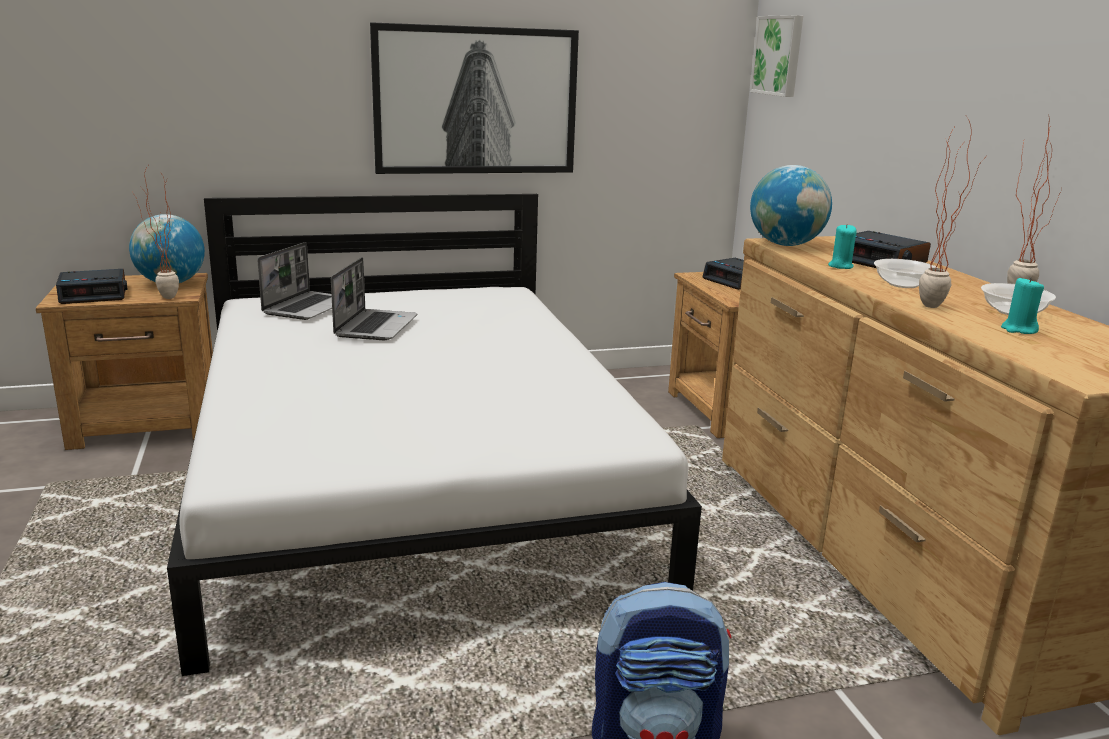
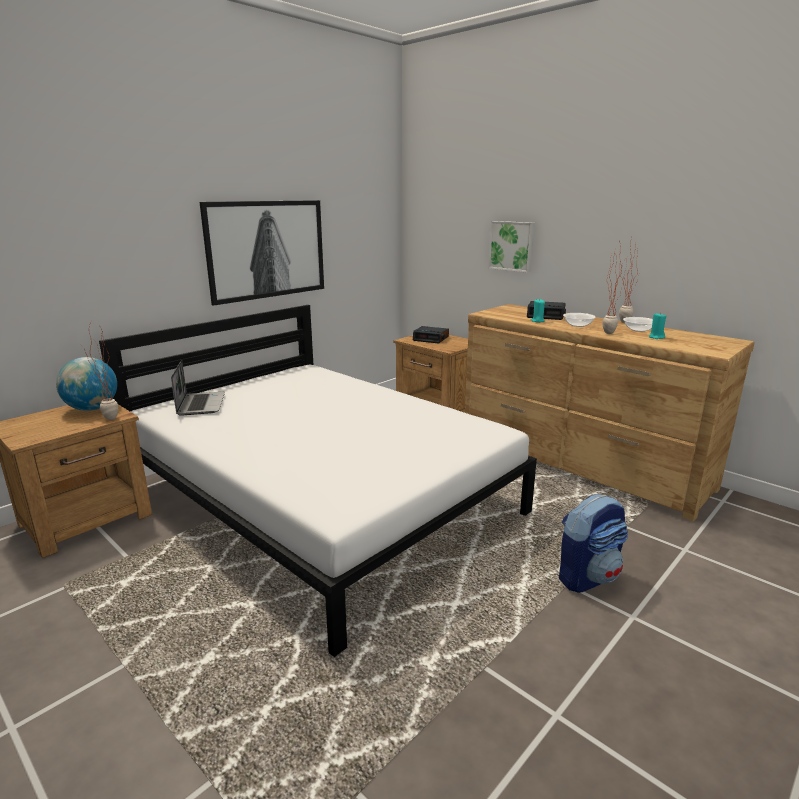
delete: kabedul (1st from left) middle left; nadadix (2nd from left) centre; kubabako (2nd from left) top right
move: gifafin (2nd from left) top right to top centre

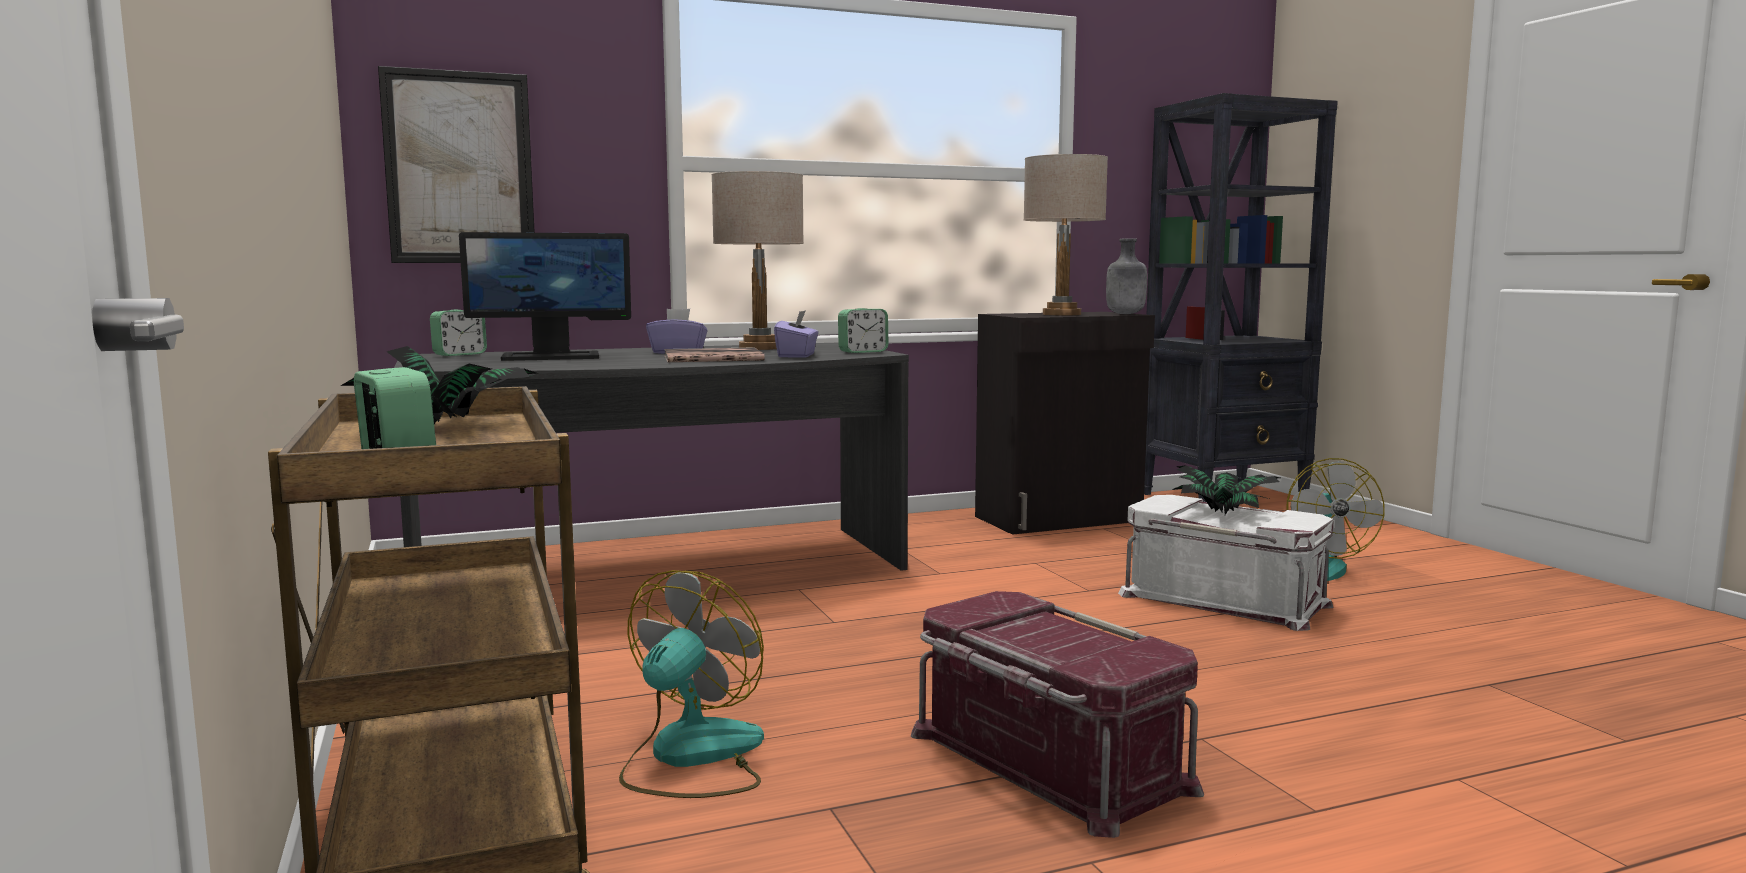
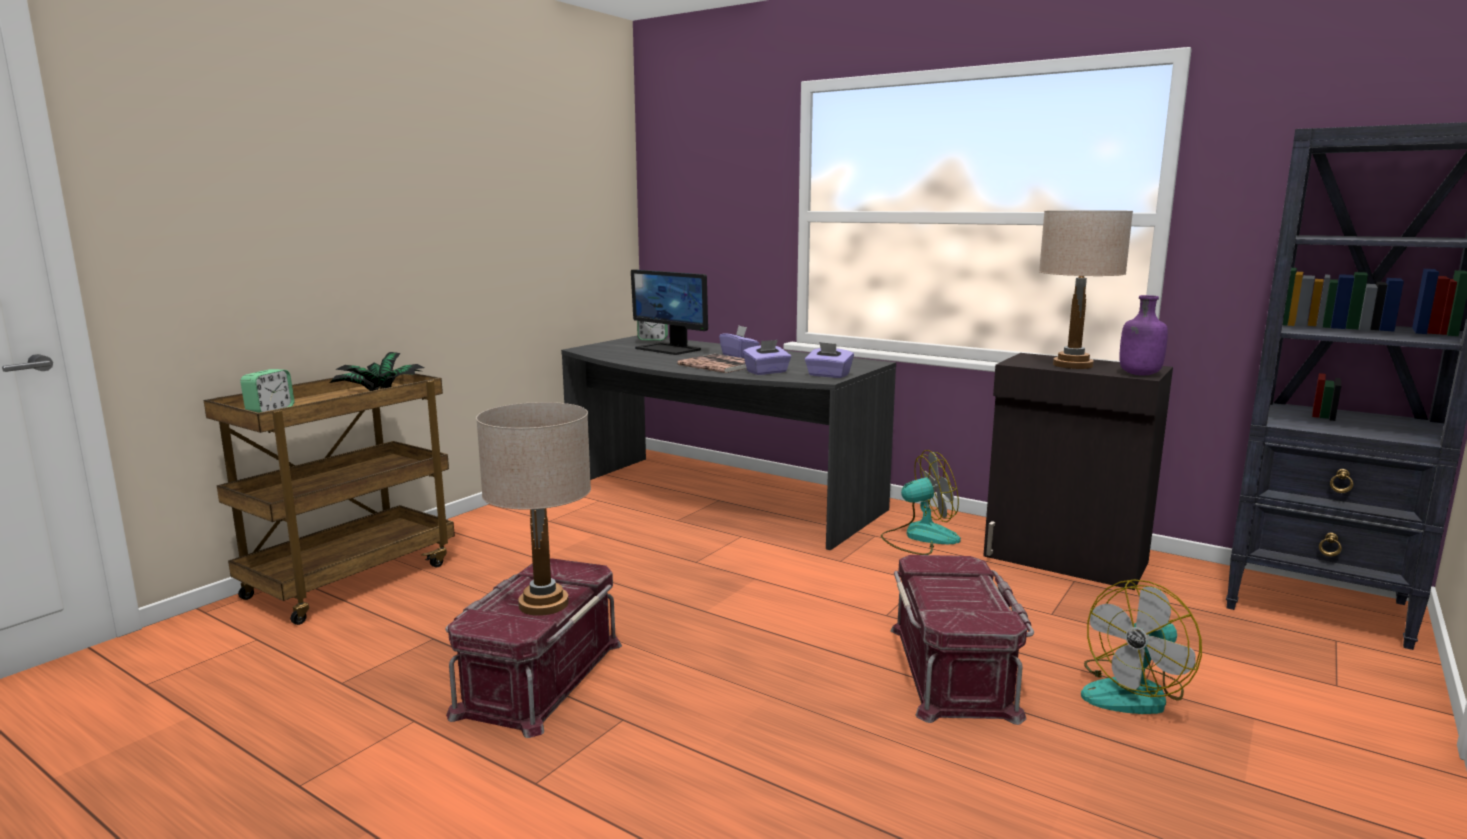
delete: gifafin top left; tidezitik (2nd from left) middle right
move: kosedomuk (1st from left) bottom centre to centre; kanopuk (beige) (1st from left) top centre to centre
replace: kabedul (3rd from left) centre to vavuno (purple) (3rd from left) centre
recolor: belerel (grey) top centre to belerel (purple) middle right; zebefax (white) middle right to zebefax (red) (2nd from left) bottom centre

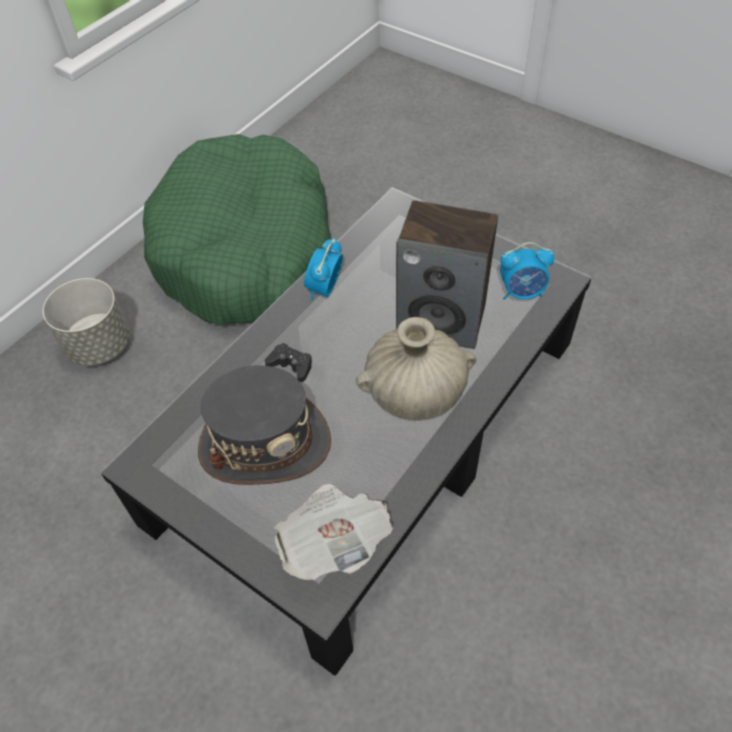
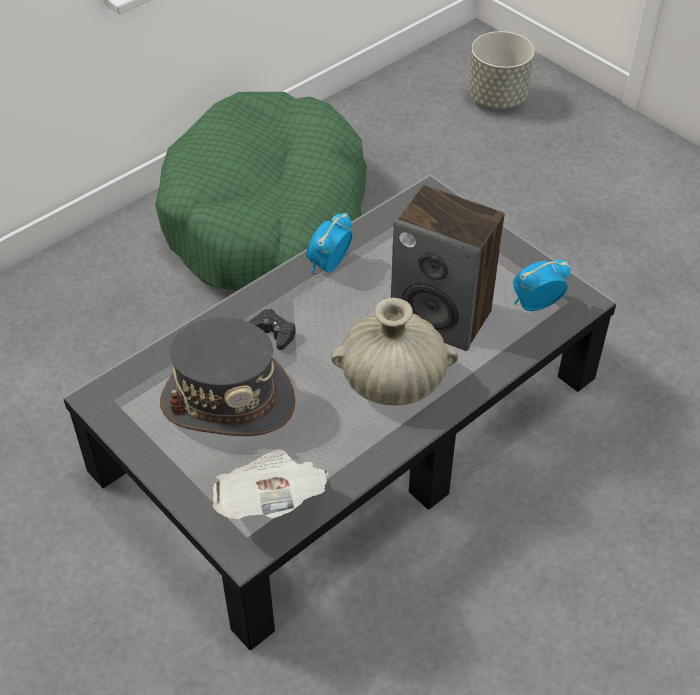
move: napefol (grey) middle left to top right
rotate: kabedul (2nd from left) middle right = middle right 150 degrees clockwise

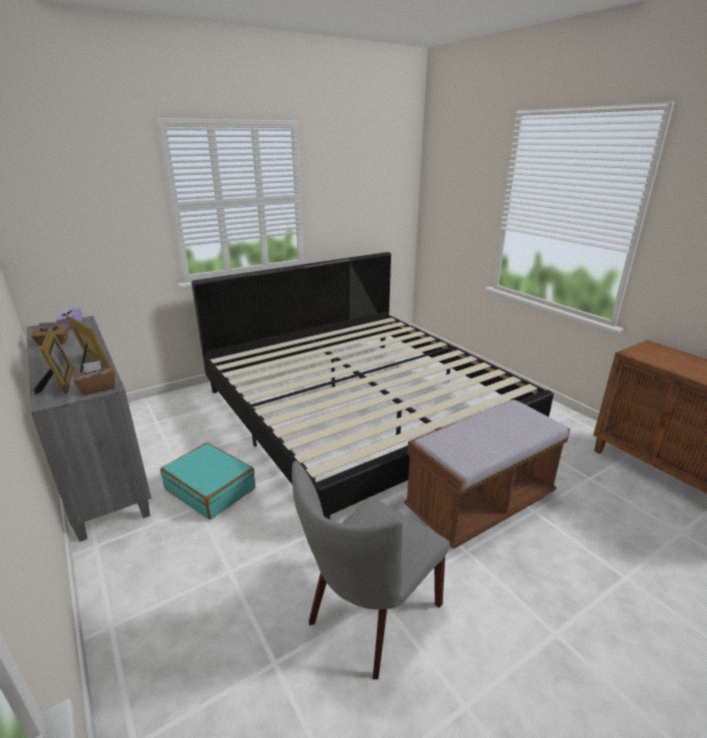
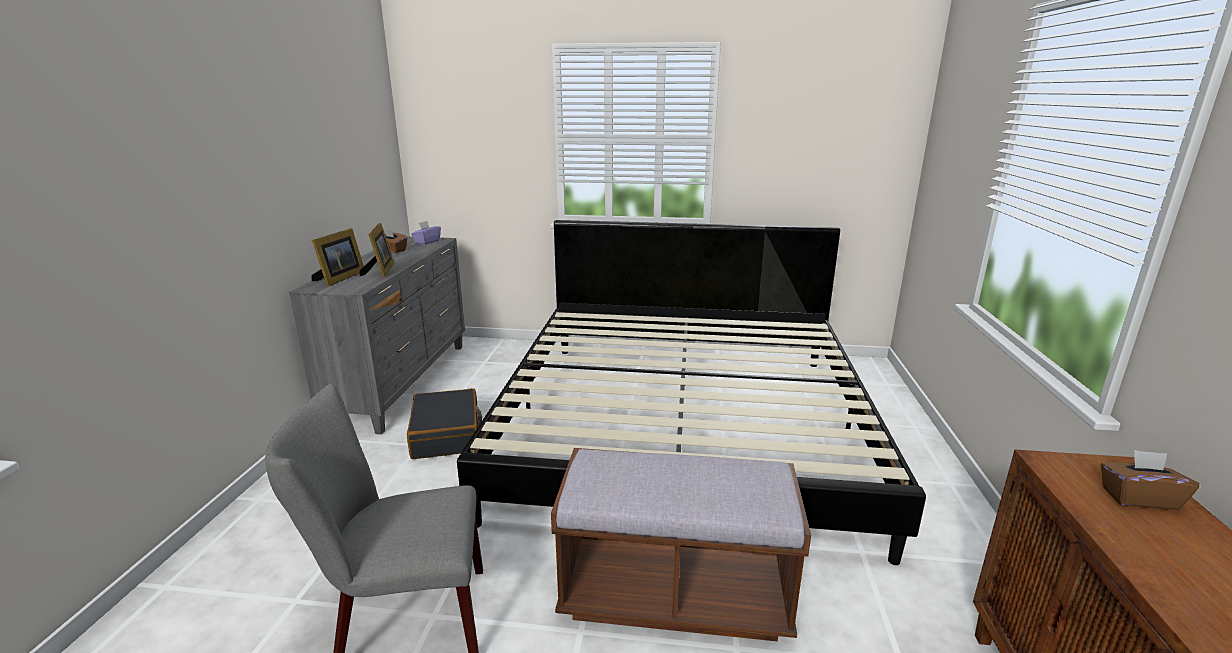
move: vavuno (brown) (2nd from left) middle left to bottom right
recolor: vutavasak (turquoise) middle left to vutavasak (black) centre

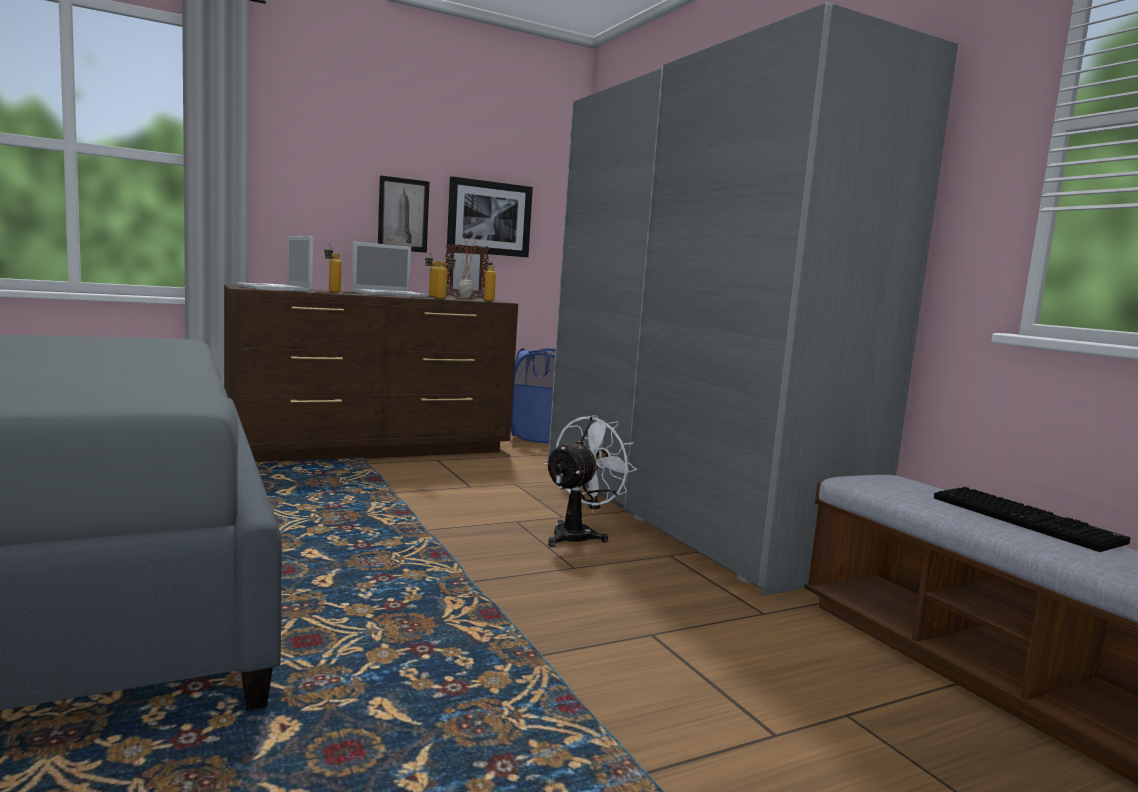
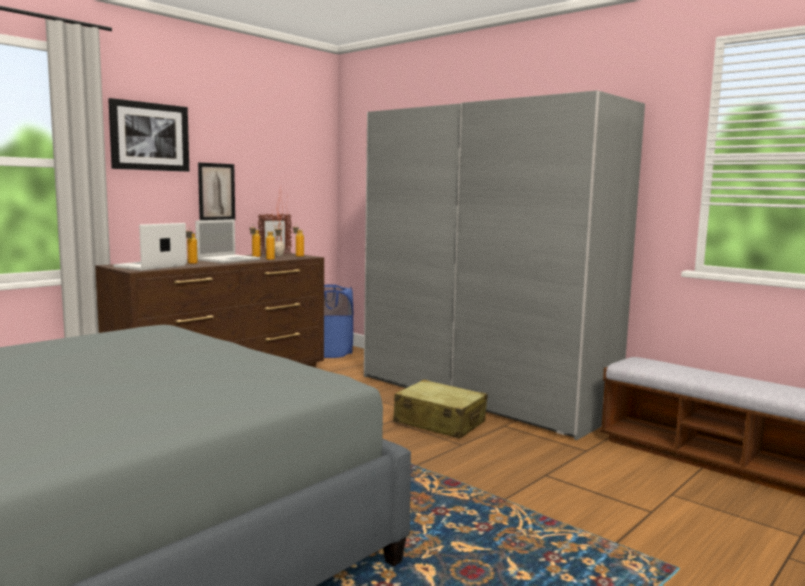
delete: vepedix middle right
move: gifafin (2nd from left in the first image) top centre to gifafin (1st from left) top left
replace: kosedomuk (white) centre to vutavasak (beige) bottom centre
rotate: nadadix (1st from left) middle left = middle left 90 degrees clockwise

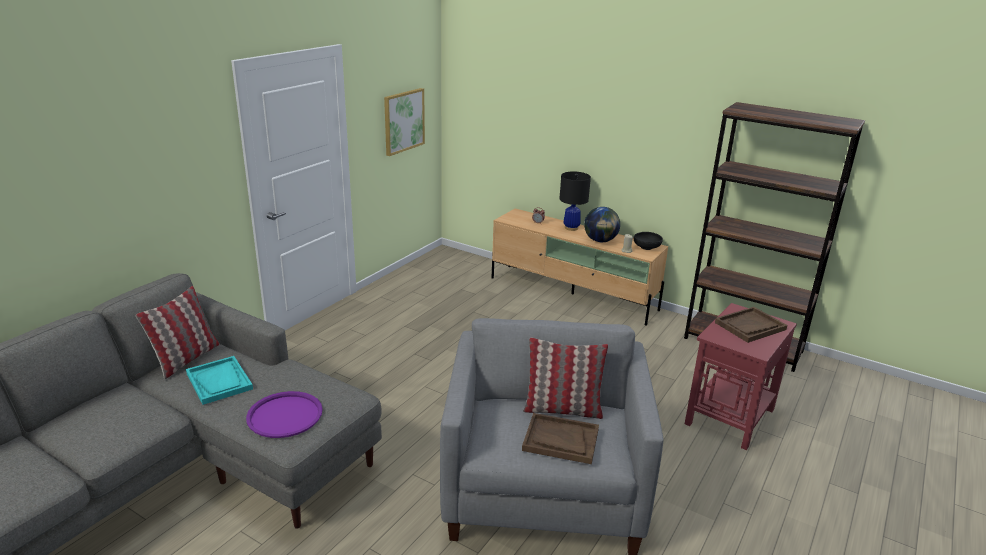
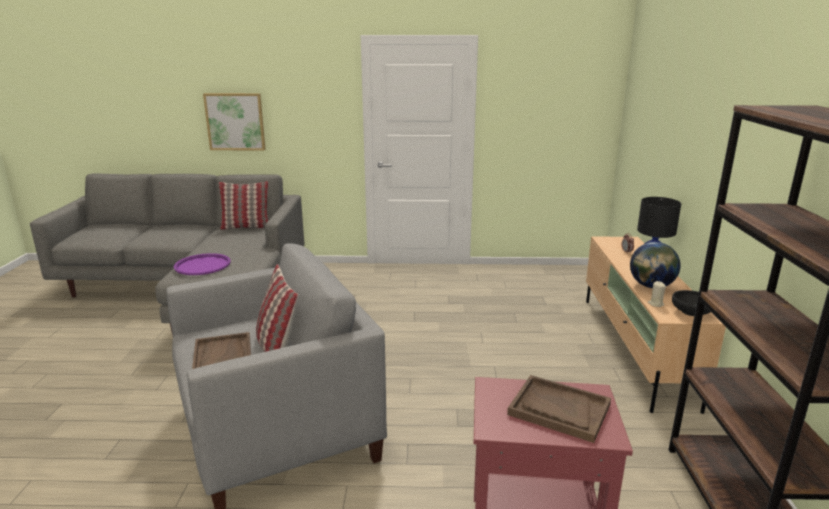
delete: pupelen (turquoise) bottom left
move: gifafin top centre to top left

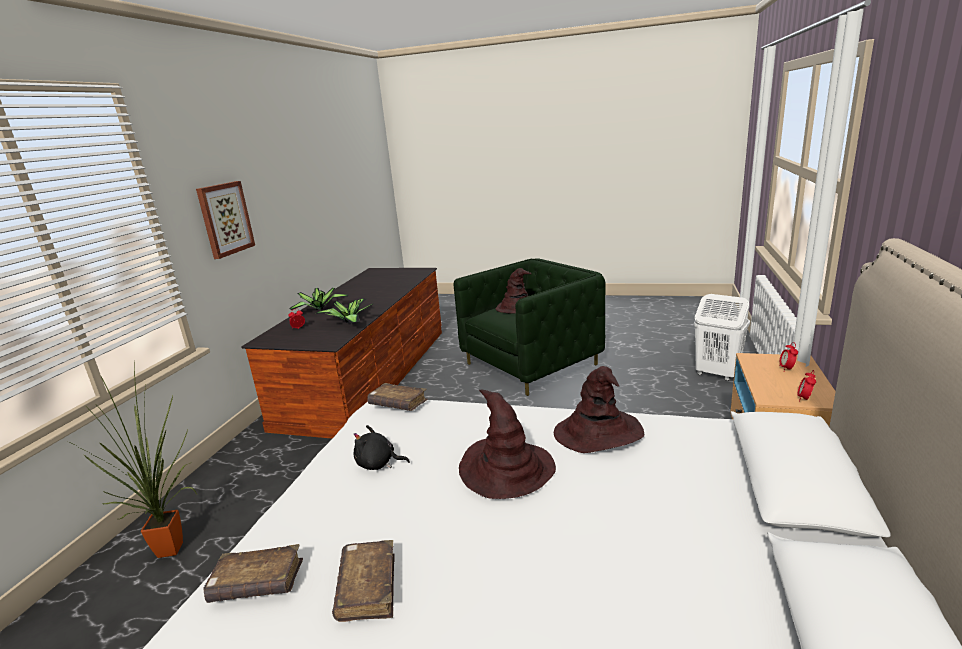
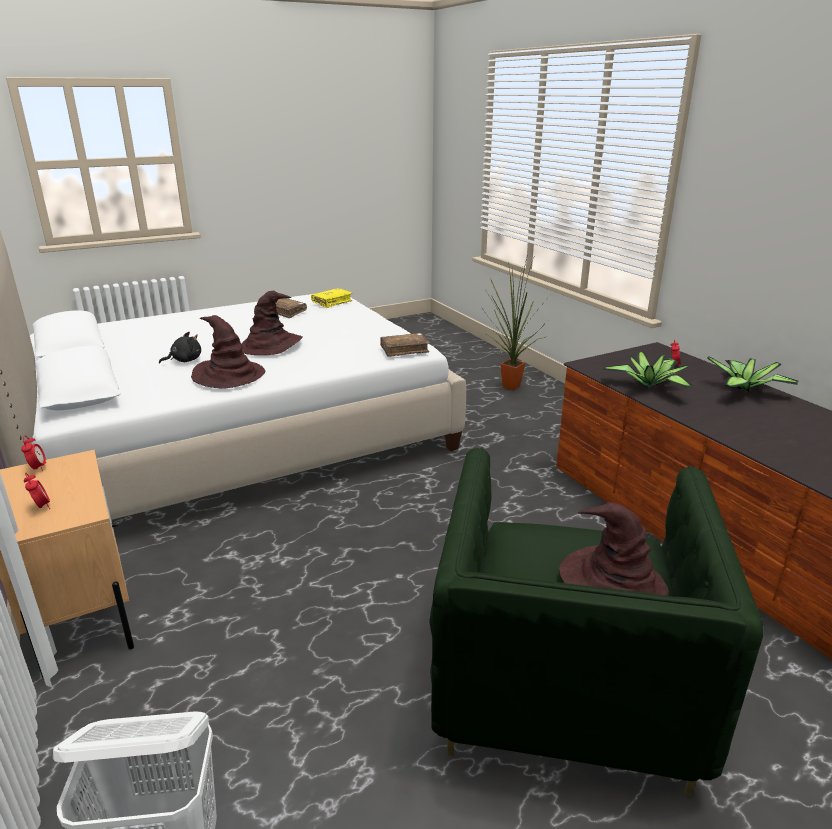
delete: gifafin middle left
move: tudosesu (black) bottom centre to middle left
recolor: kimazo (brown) (1st from left) bottom left to kimazo (yellow) centre

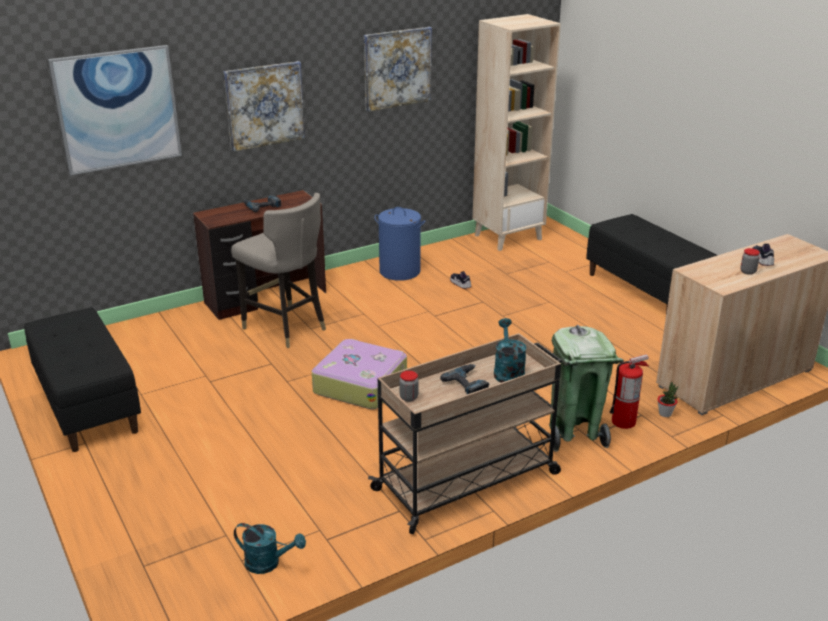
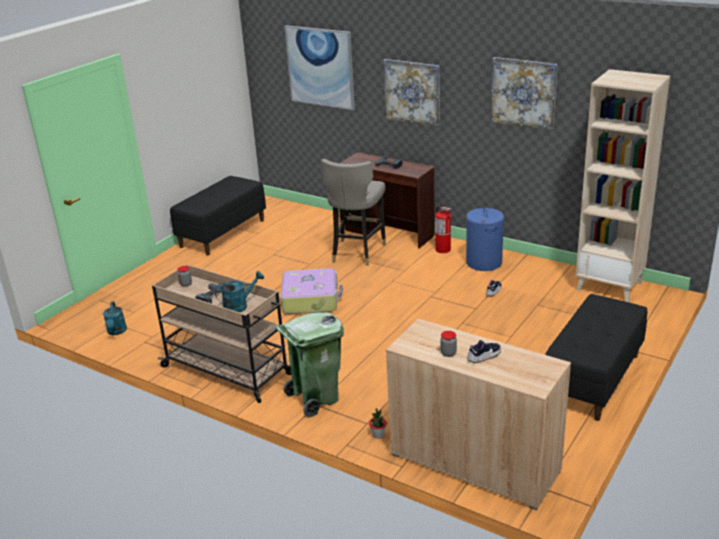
move: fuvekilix middle right to centre

